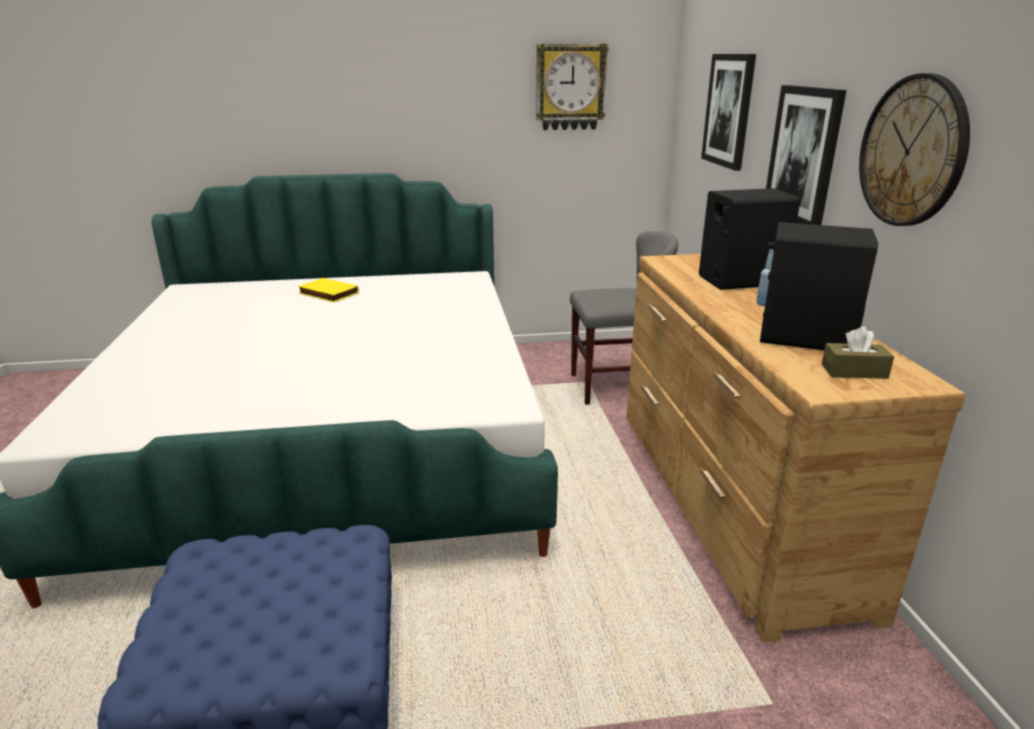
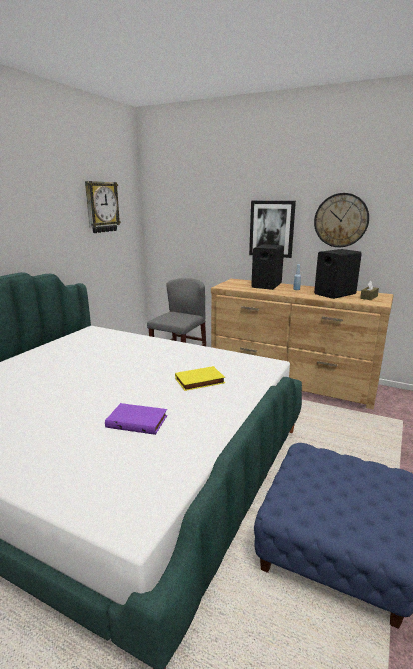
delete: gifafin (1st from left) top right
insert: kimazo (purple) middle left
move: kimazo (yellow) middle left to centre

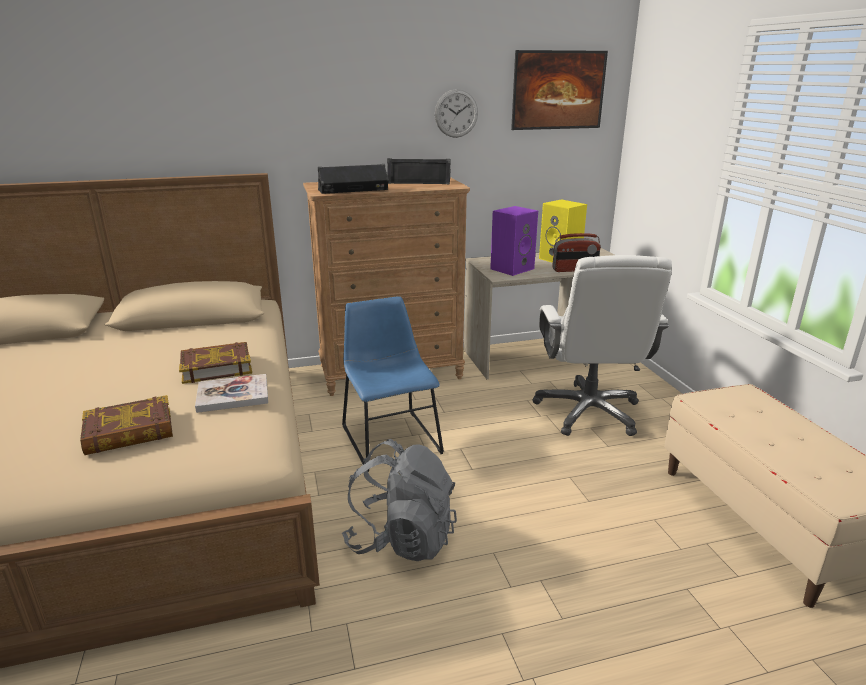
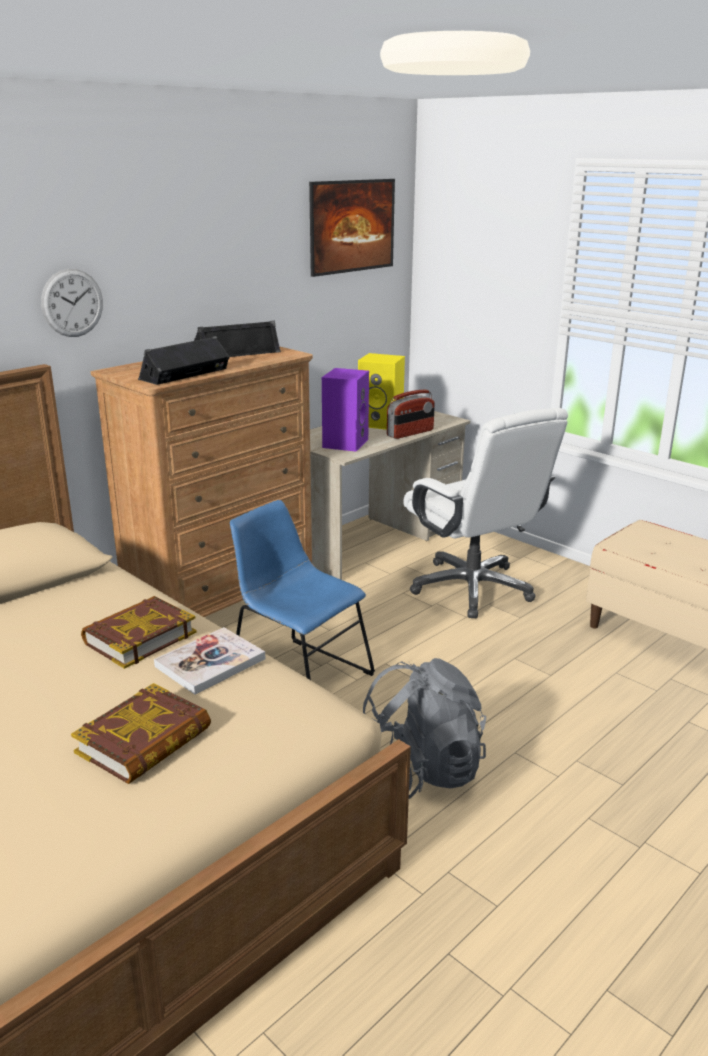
move: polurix top centre to top left

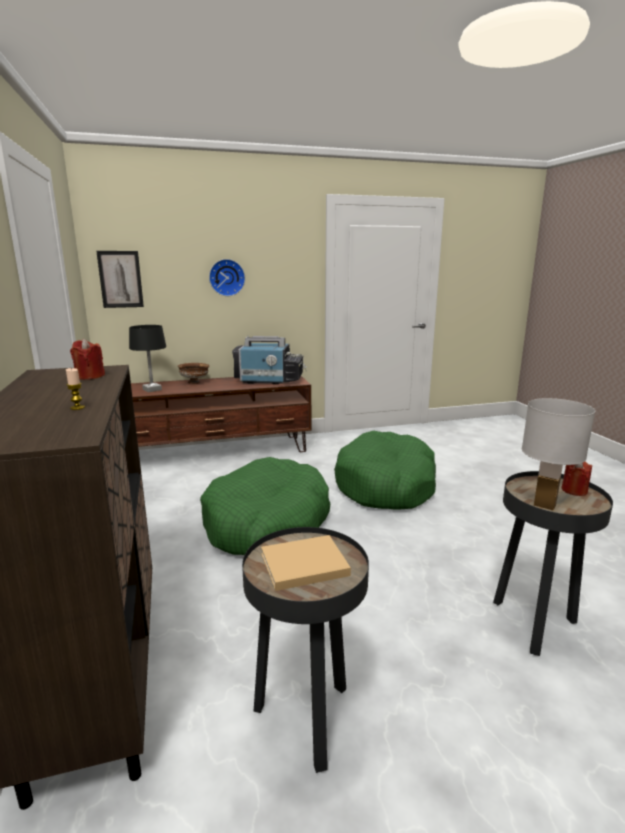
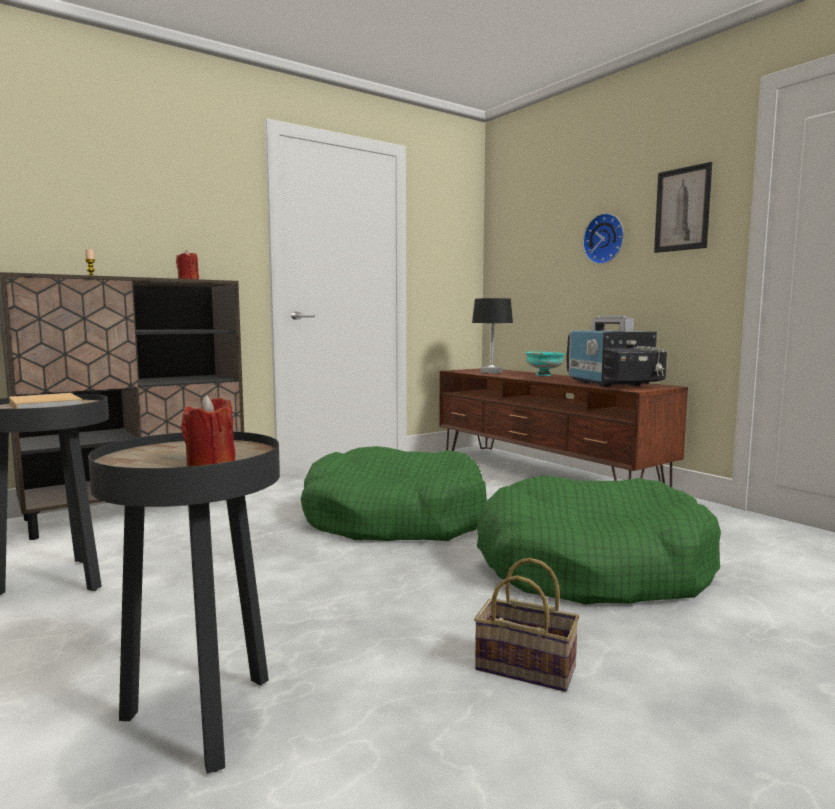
delete: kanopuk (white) middle right
insert: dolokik bottom centre
move: gifafin middle left to top right
recolor: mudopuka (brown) middle left to mudopuka (turquoise) centre

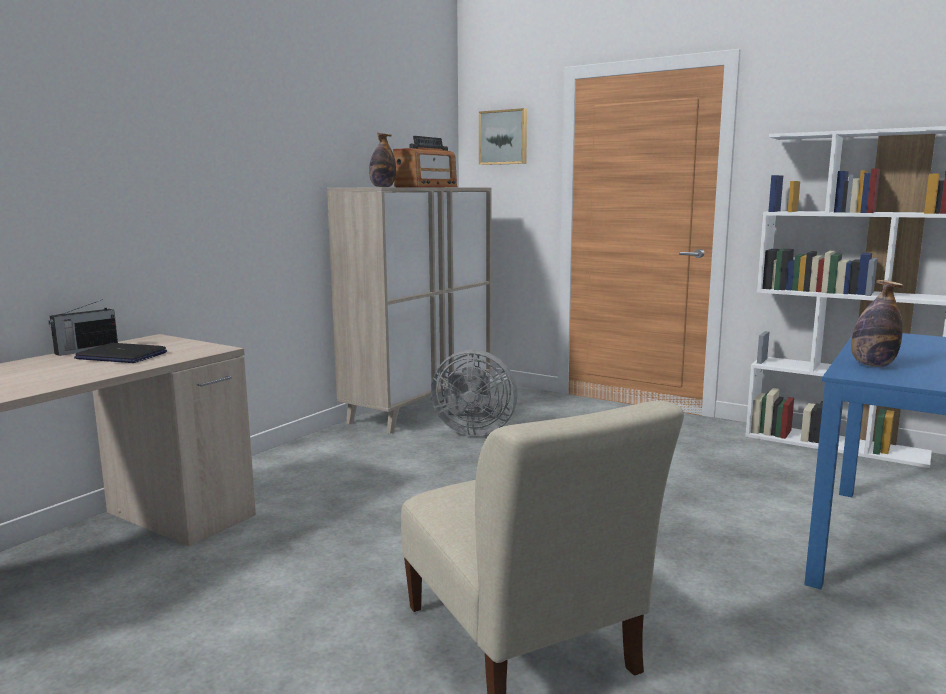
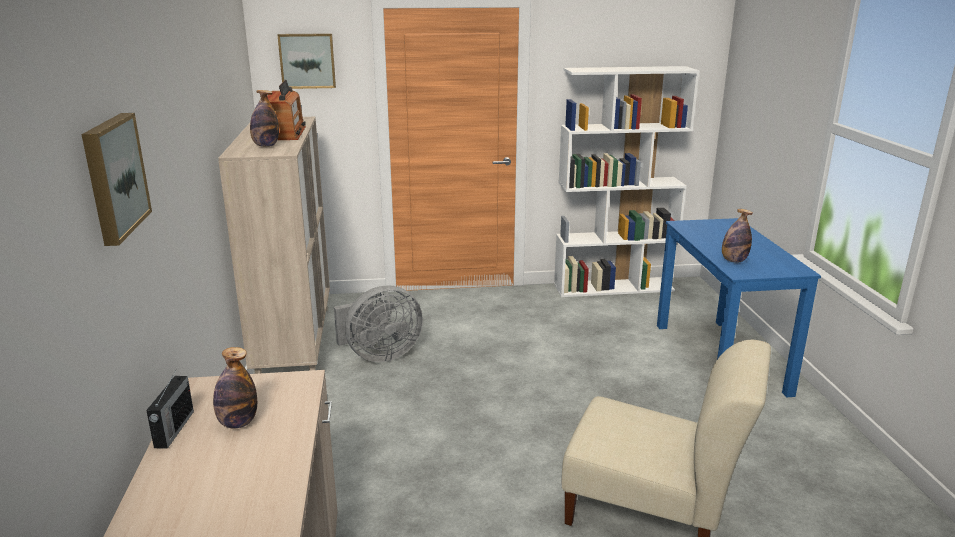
insert: gifafin (1st from left) middle left
replace: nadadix middle left to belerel (1st from left) bottom left

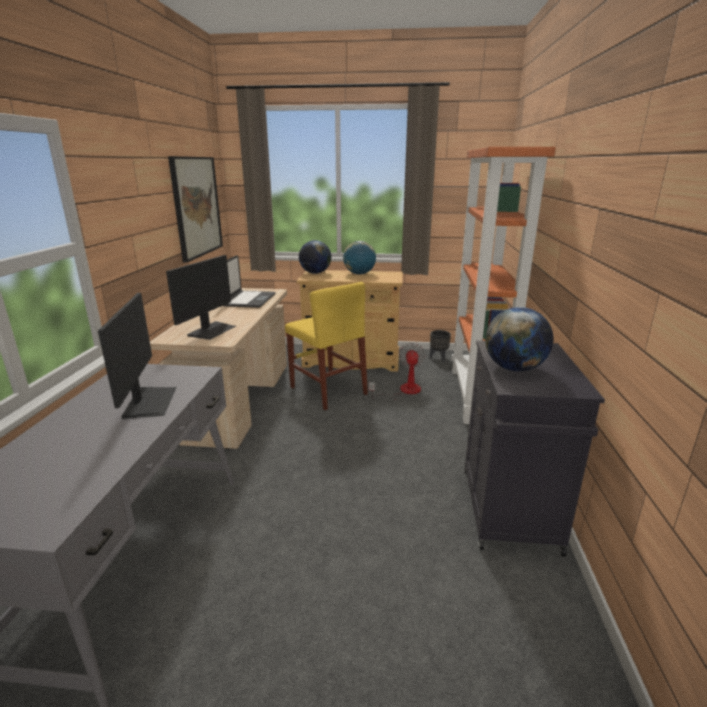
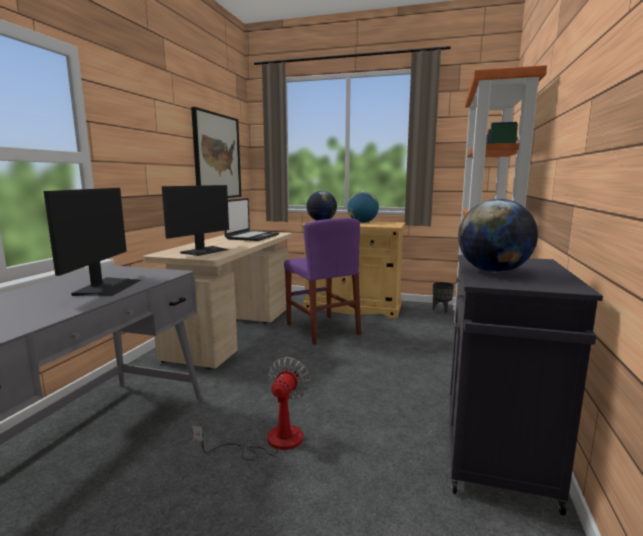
move: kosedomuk centre to bottom centre
recolor: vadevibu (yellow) centre to vadevibu (purple) centre

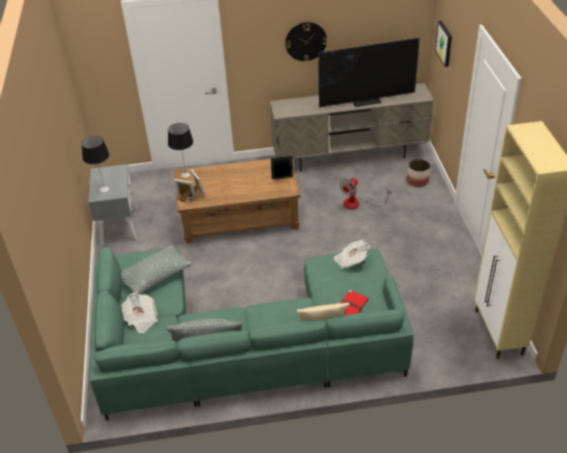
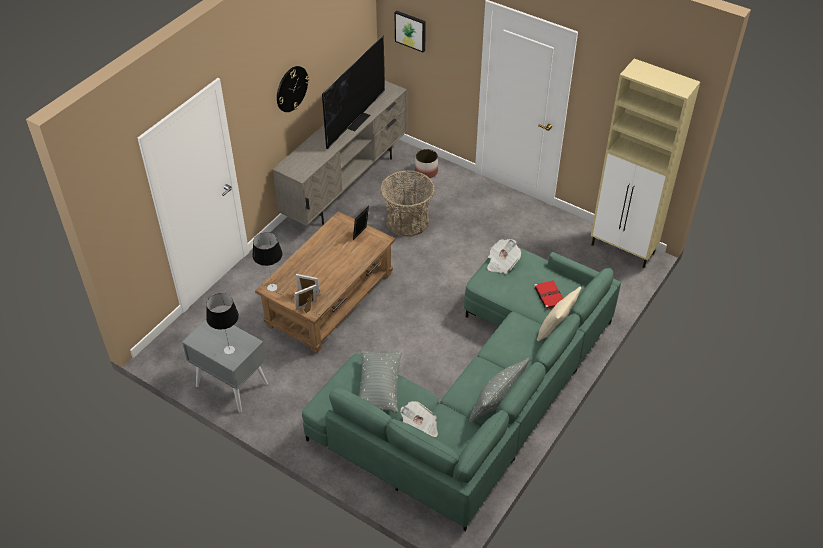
replace: kosedomuk centre to dolokik centre

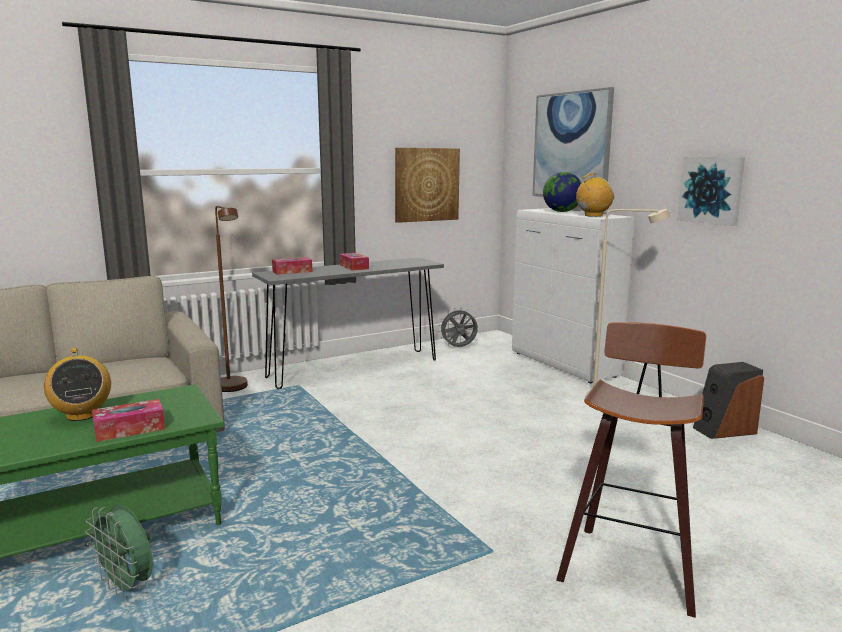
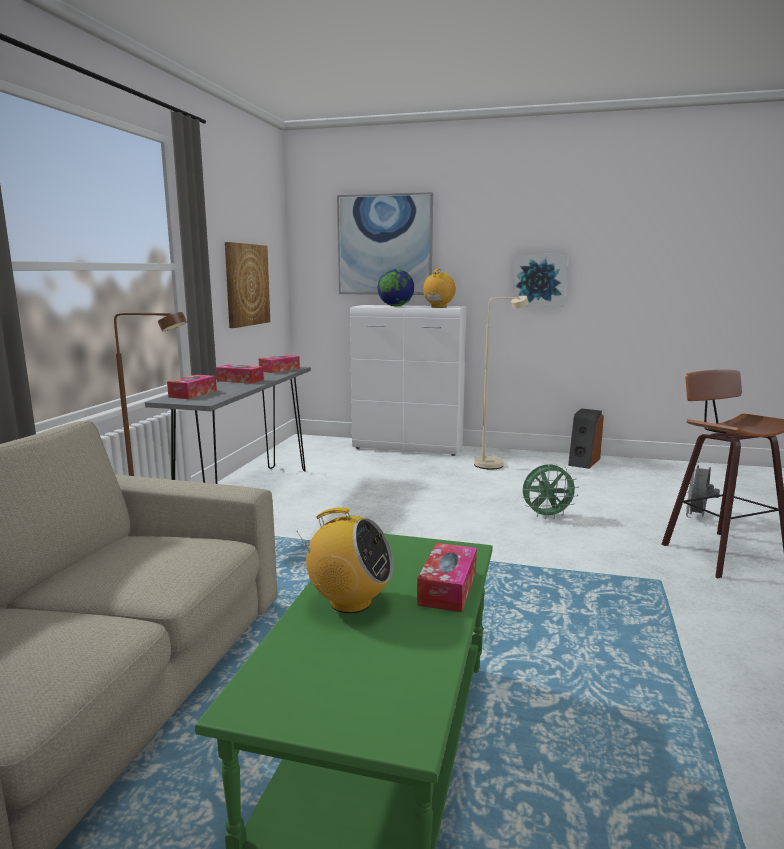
insert: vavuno (3rd from left) centre
move: kosedomuk (green) bottom left to middle right; kosedomuk (grey) centre to middle right

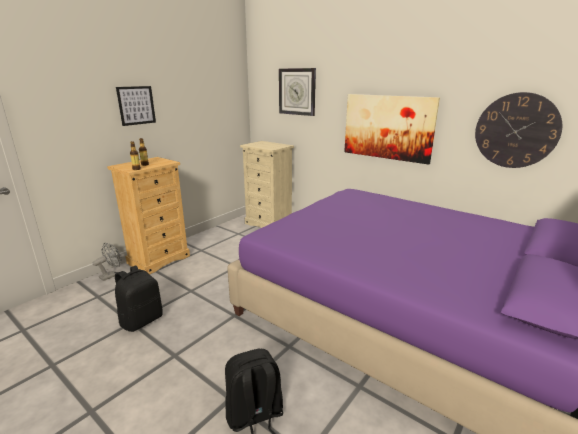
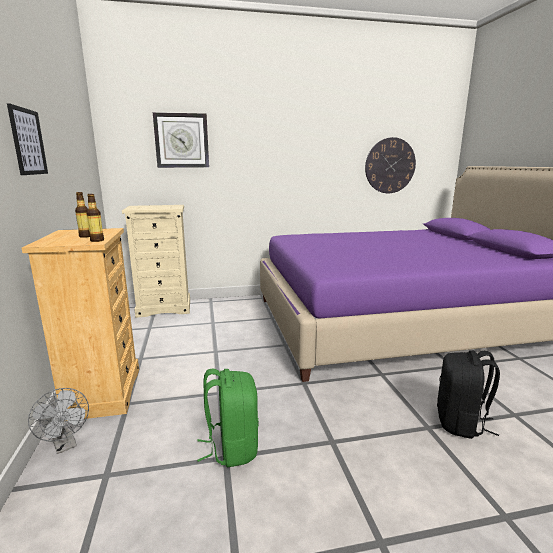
delete: gifafin (2nd from left) top right
recolor: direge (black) (1st from left) bottom left to direge (green) bottom centre
rotate: kosedomuk (grey) middle left = bottom left 150 degrees clockwise

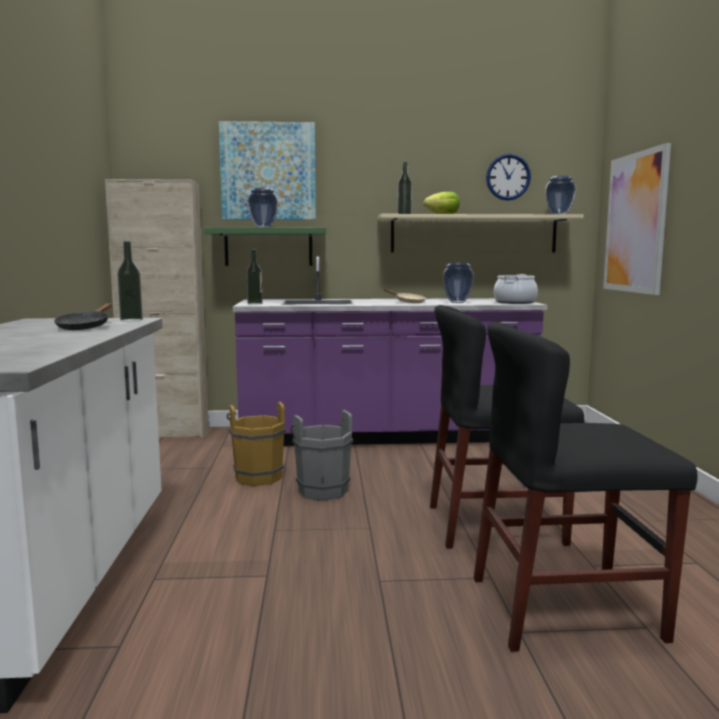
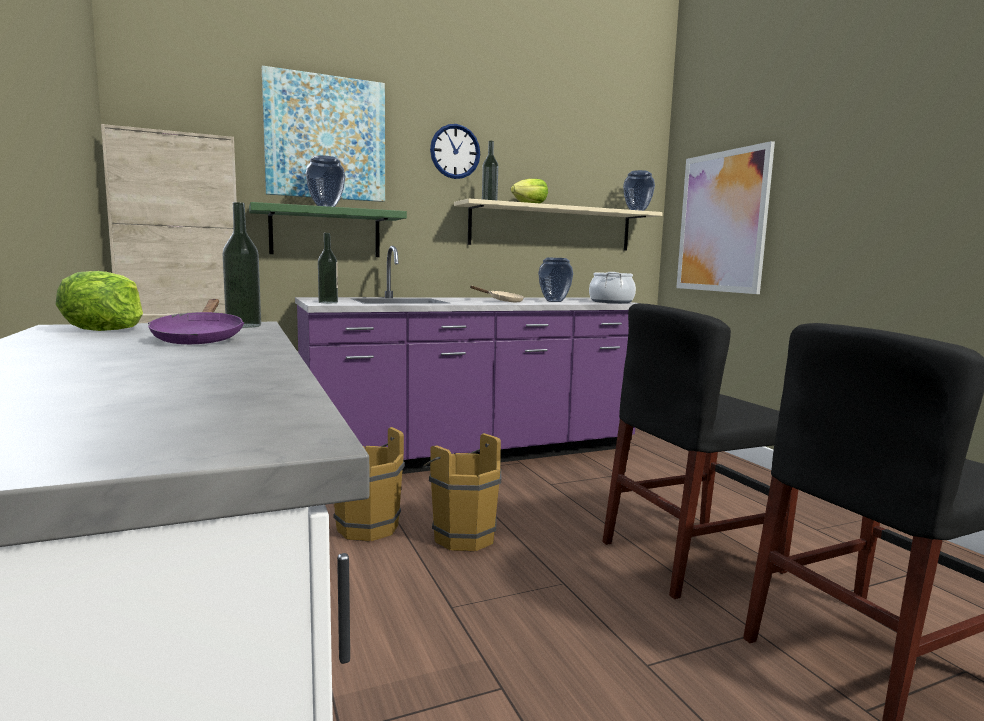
insert: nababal (1st from left) middle left
move: polurix top right to top centre
recolor: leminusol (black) middle left to leminusol (purple) middle left; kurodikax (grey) centre to kurodikax (brown) (2nd from left) bottom centre

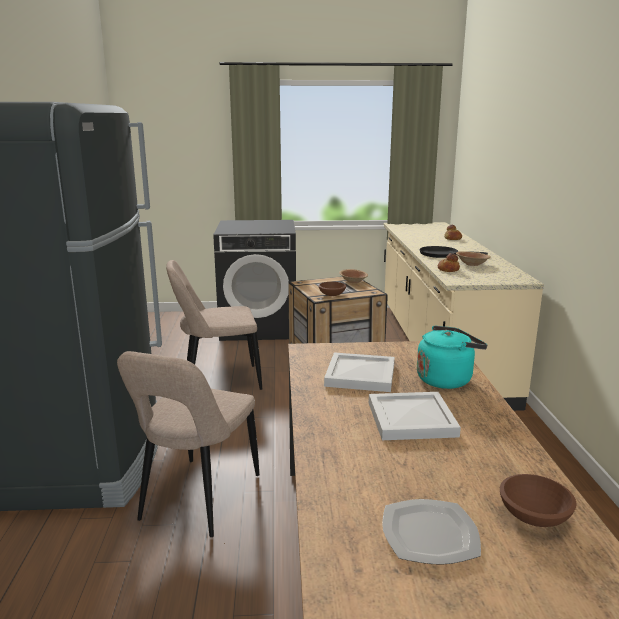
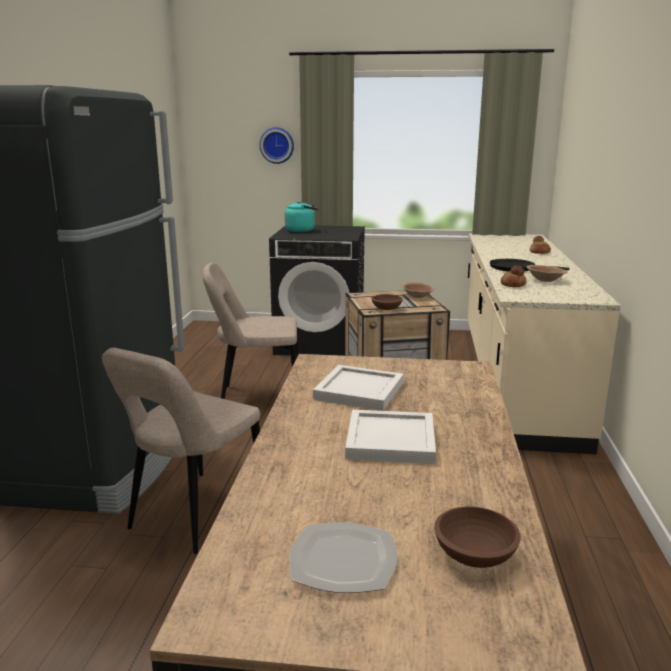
insert: polurix top centre
move: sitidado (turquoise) middle right to top centre

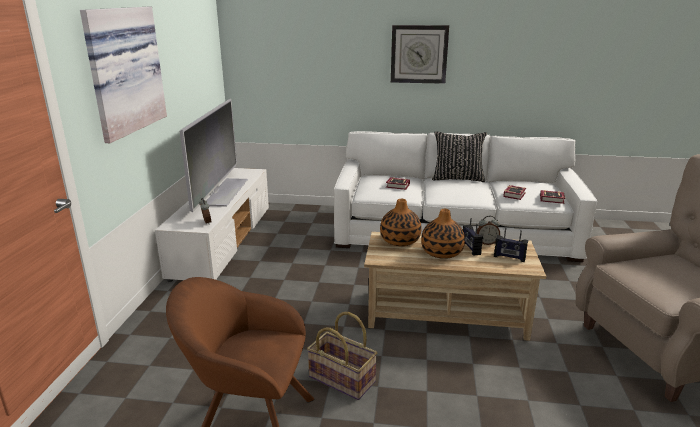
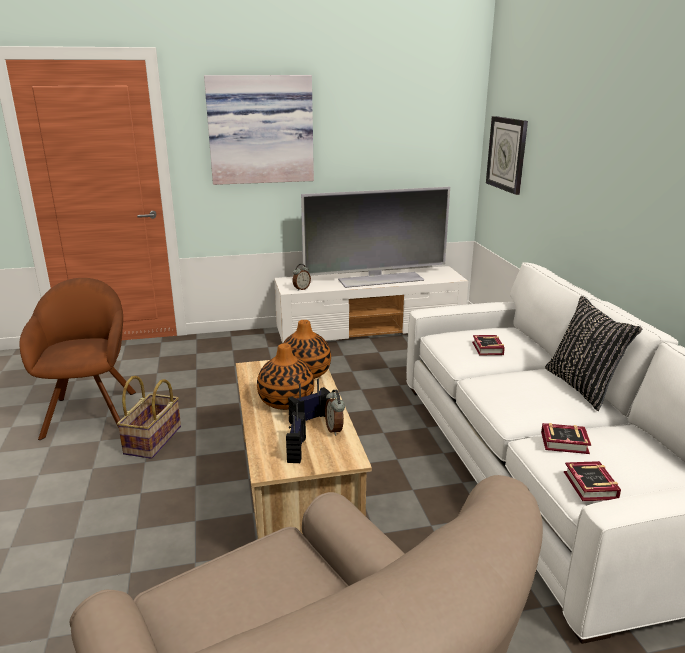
move: polurix top centre to top right

